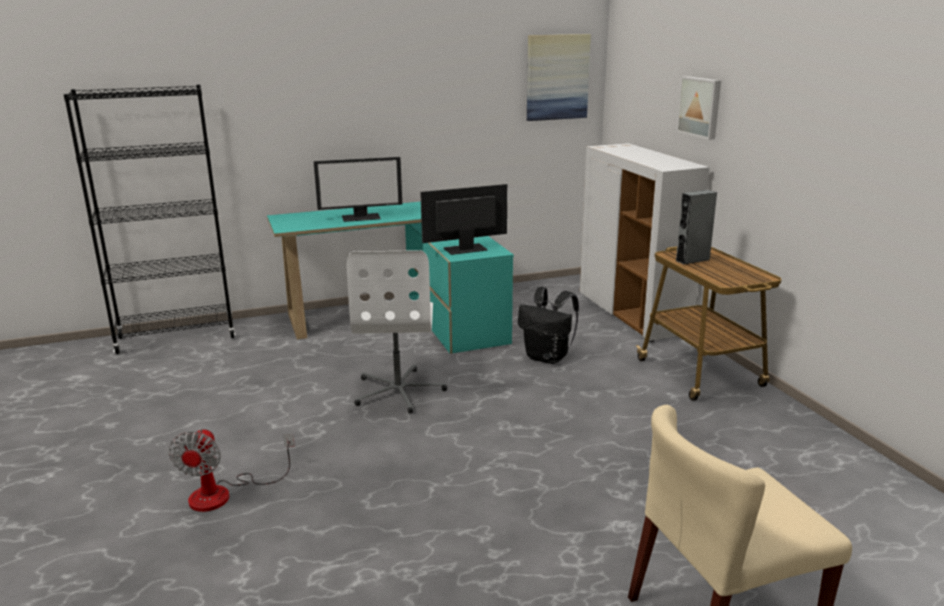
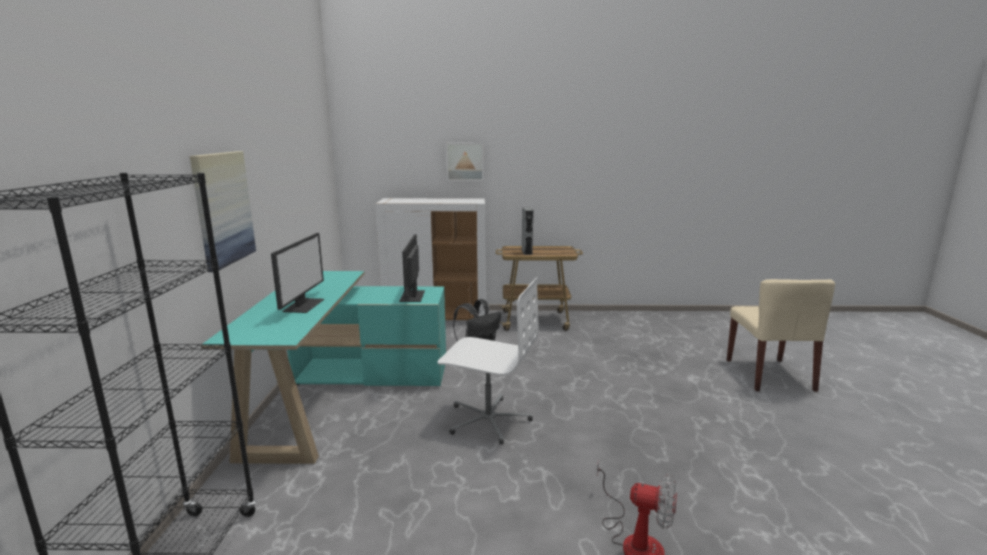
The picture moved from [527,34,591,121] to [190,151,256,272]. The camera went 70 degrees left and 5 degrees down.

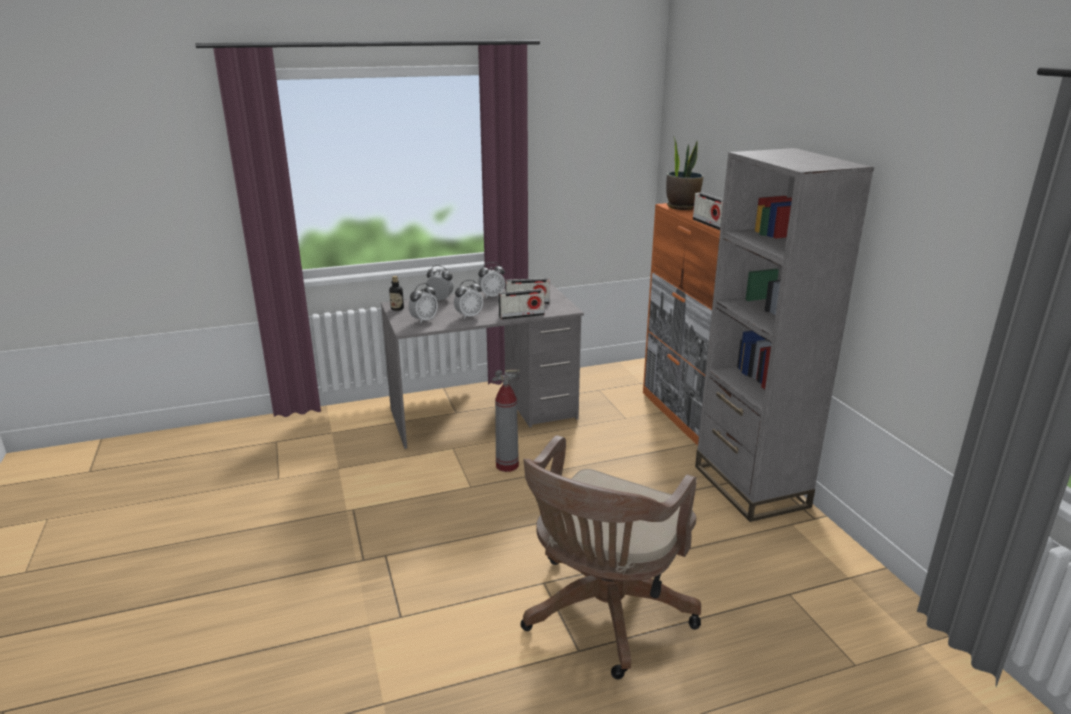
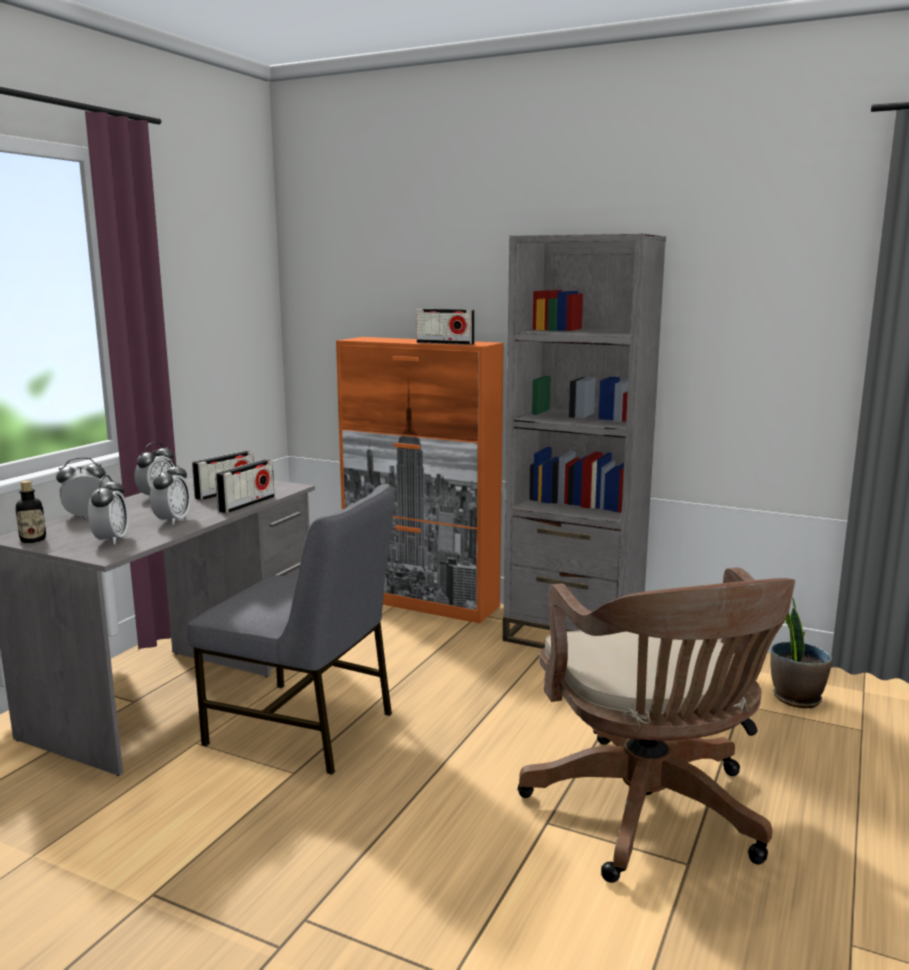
The fire extinguisher at [492,369,520,472] was replaced by the grey chair at [187,484,394,775]. The potted plant moved from [666,138,704,210] to [770,597,832,708]. The camera went 45 degrees left and 10 degrees down.

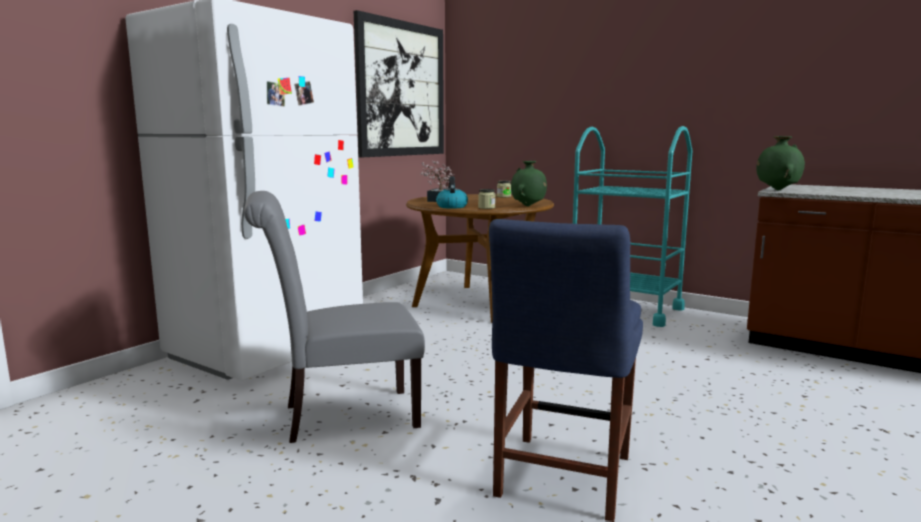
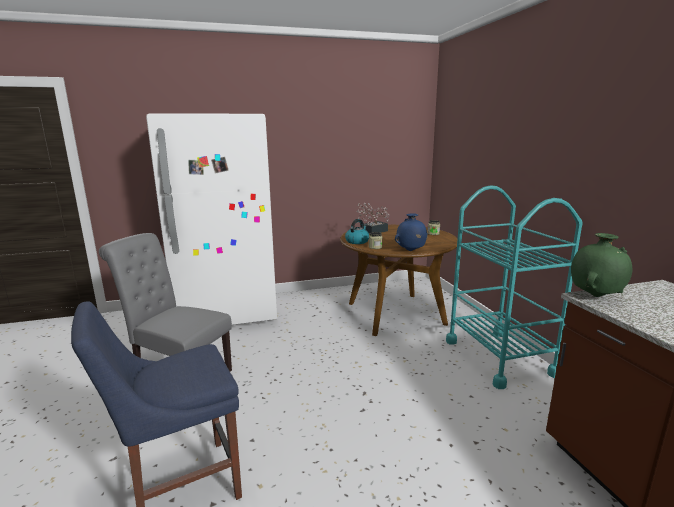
The picture at [354,10,444,157] disappeared. The green vase at [511,161,547,207] became the blue vase at [395,213,428,251]. The camera went 40 degrees right and 5 degrees up.

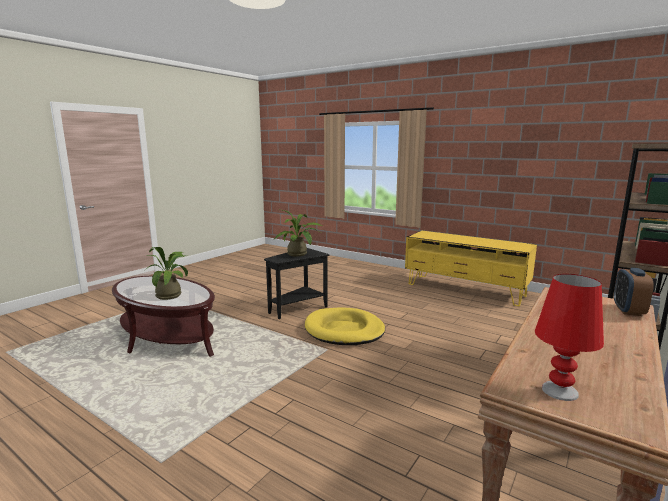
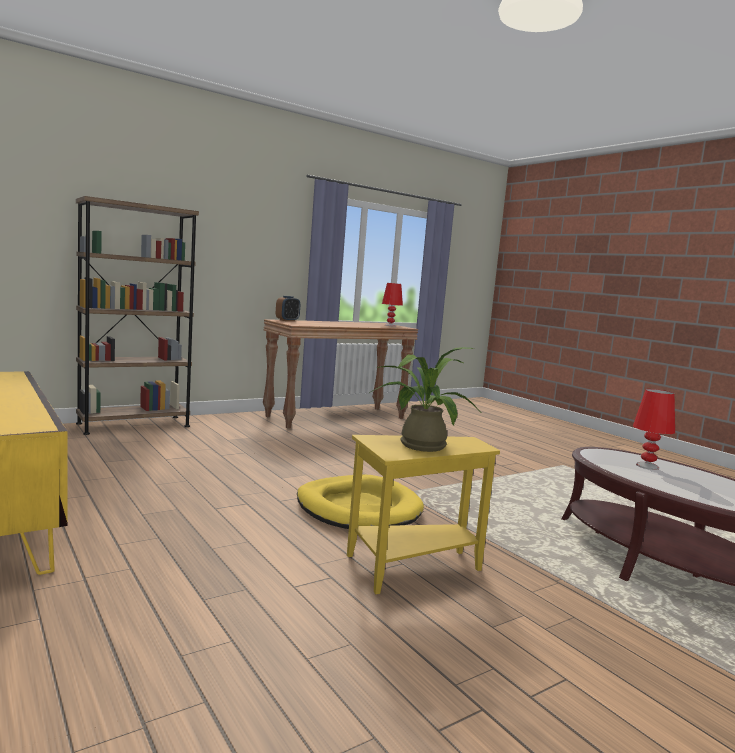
The potted plant at [144,247,188,300] was replaced by the red table lamp at [633,389,675,470]. The black side table at [264,248,329,319] became the yellow side table at [347,435,500,594]. The camera went 160 degrees left and 5 degrees down.

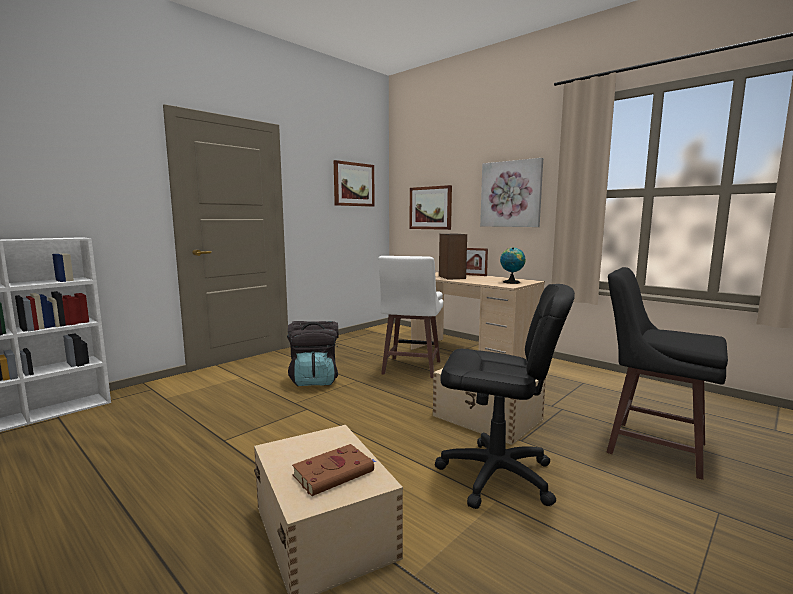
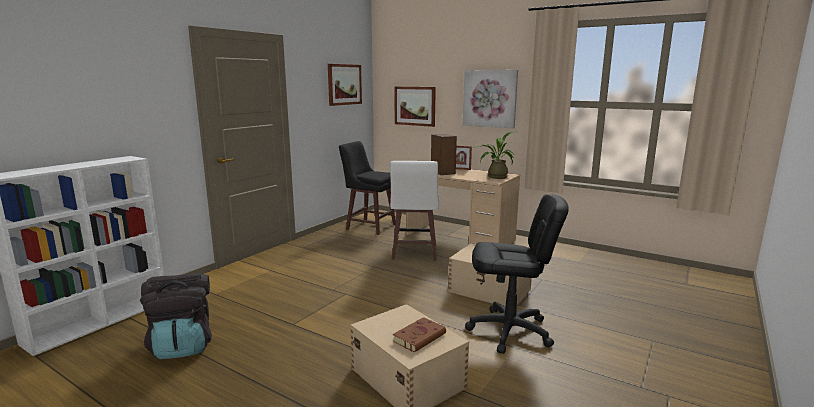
The black backpack moved from [287,321,338,386] to [140,274,212,359]. The globe at [500,247,526,284] was replaced by the potted plant at [473,131,517,179]. The black stool moved from [606,267,728,480] to [339,141,396,235]. The camera went 10 degrees left and 5 degrees up.

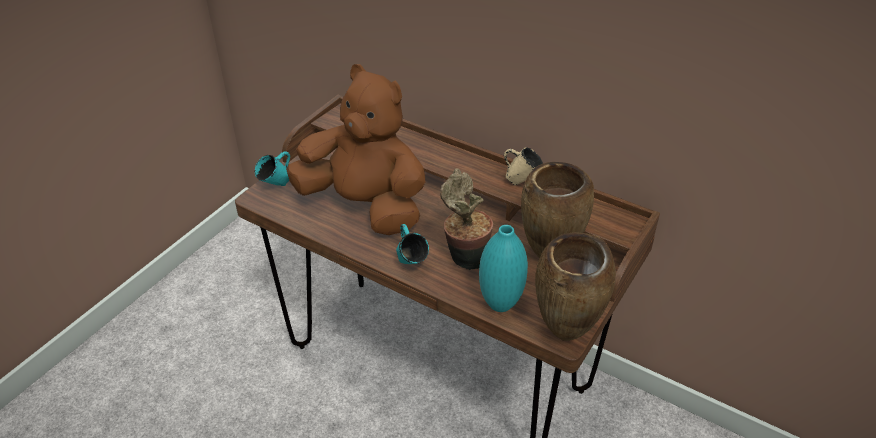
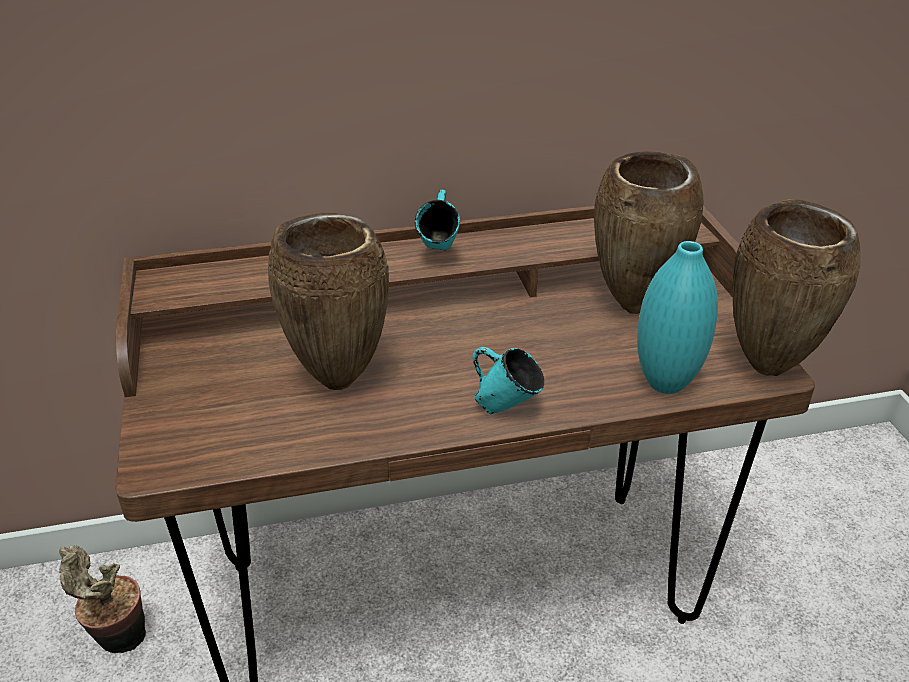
The turquoise mug moved from [255,151,290,186] to [415,190,460,250]. The brown plush toy at [286,64,425,235] was replaced by the brown vase at [268,213,389,390]. The potted plant moved from [440,168,493,270] to [59,545,146,653]. The beige mug at [504,147,543,185] disappeared. The camera went 45 degrees left and 5 degrees down.

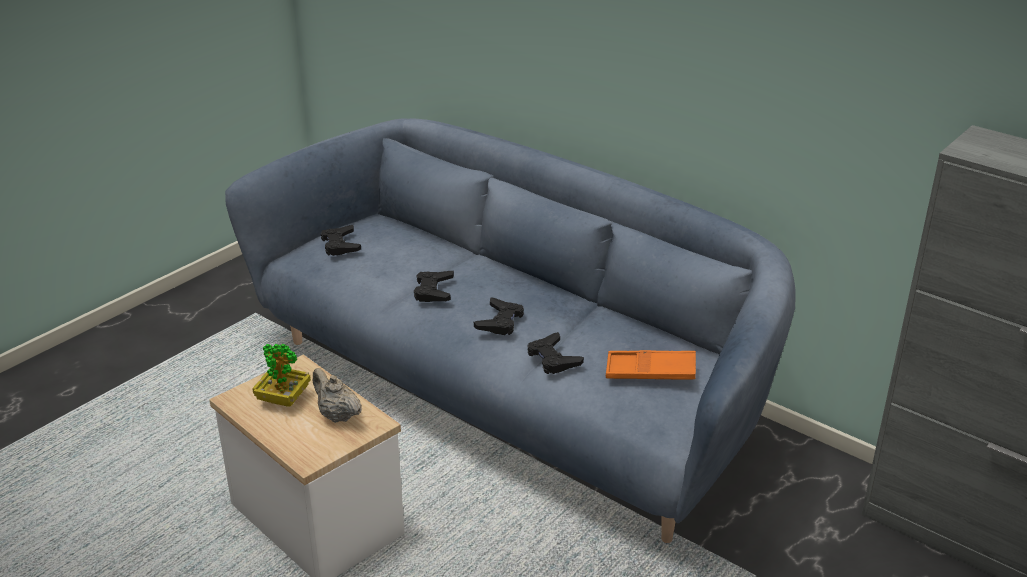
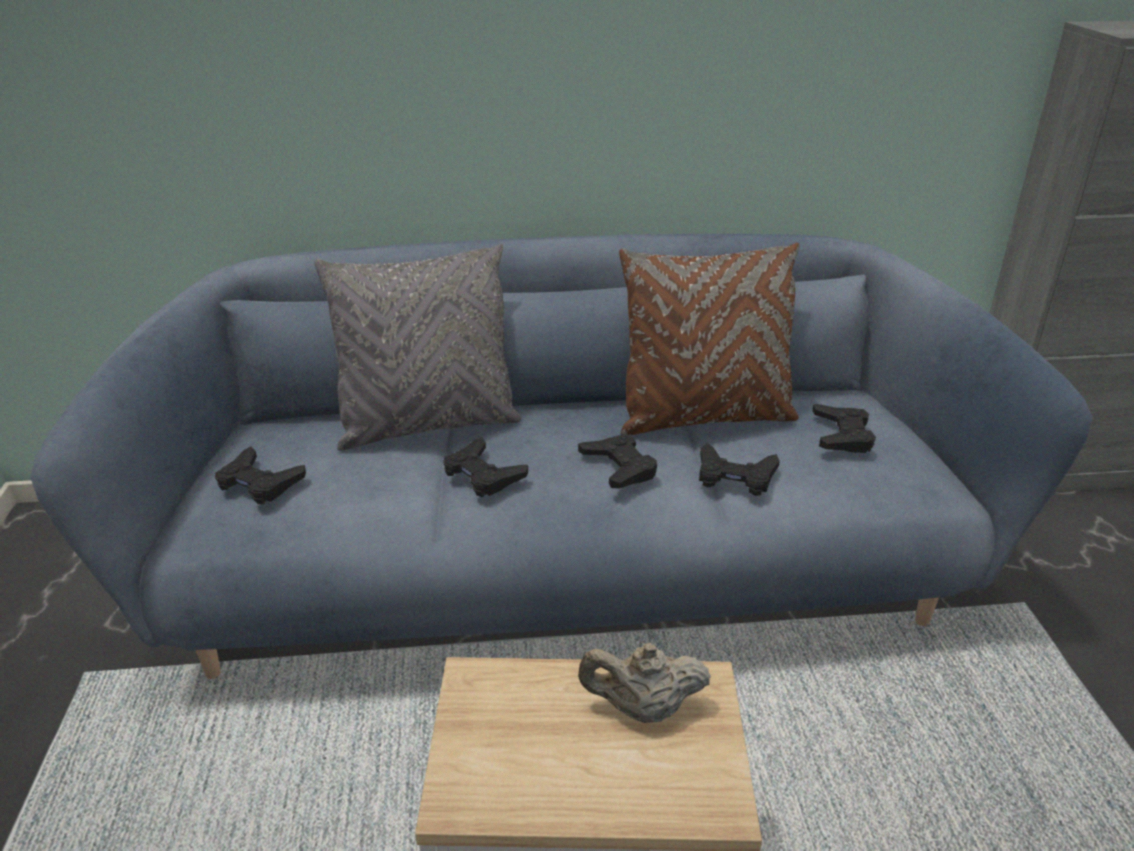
The potted plant at [252,344,311,407] disappeared. The orange tray at [606,350,696,380] was replaced by the black game controller at [812,404,876,453]. The grey pillow at [314,244,521,451] appeared. The brown pillow at [619,243,800,435] appeared. The camera went 45 degrees left and 0 degrees up.

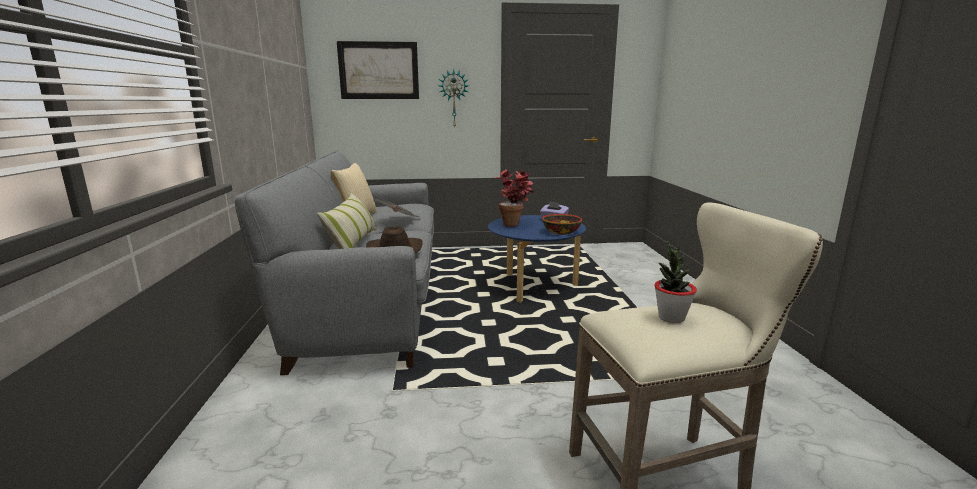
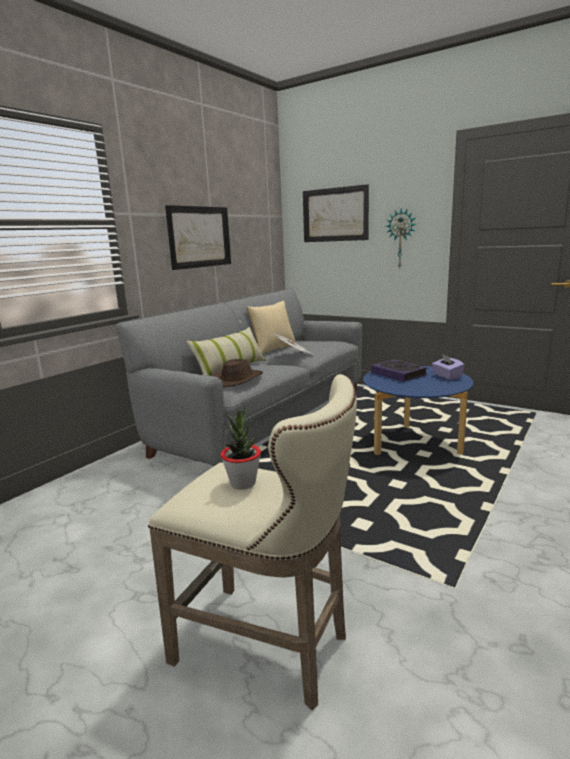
The potted plant at [495,169,534,227] was replaced by the book at [371,360,428,382]. The bowl at [542,214,582,235] disappeared. The picture at [165,205,231,270] appeared. The camera went 40 degrees right and 0 degrees up.

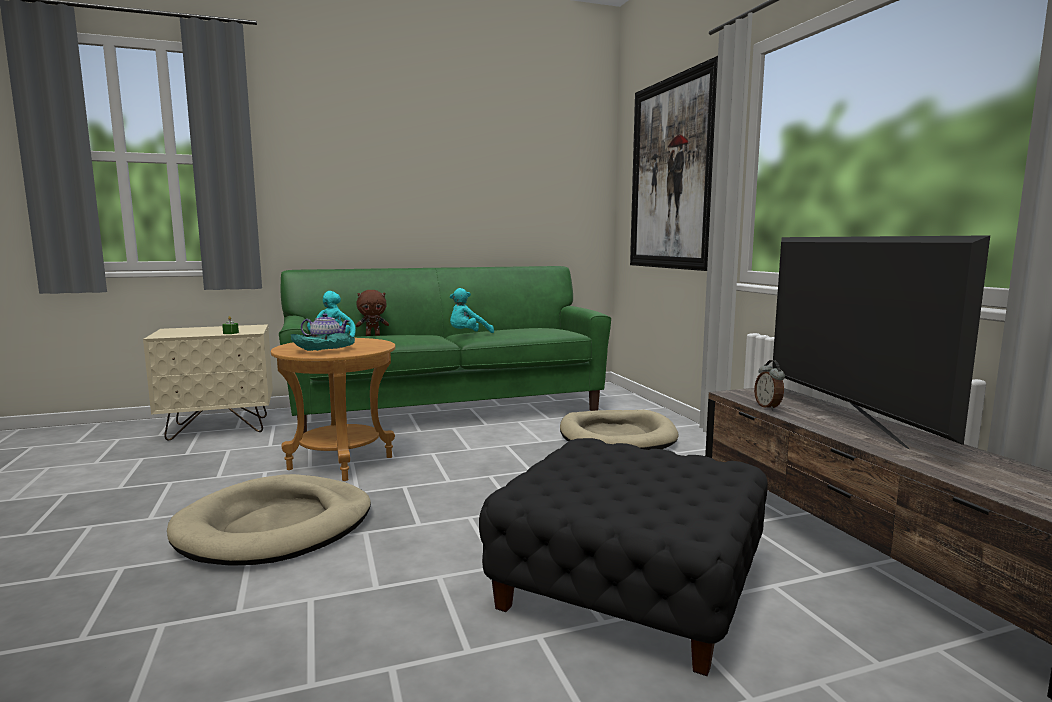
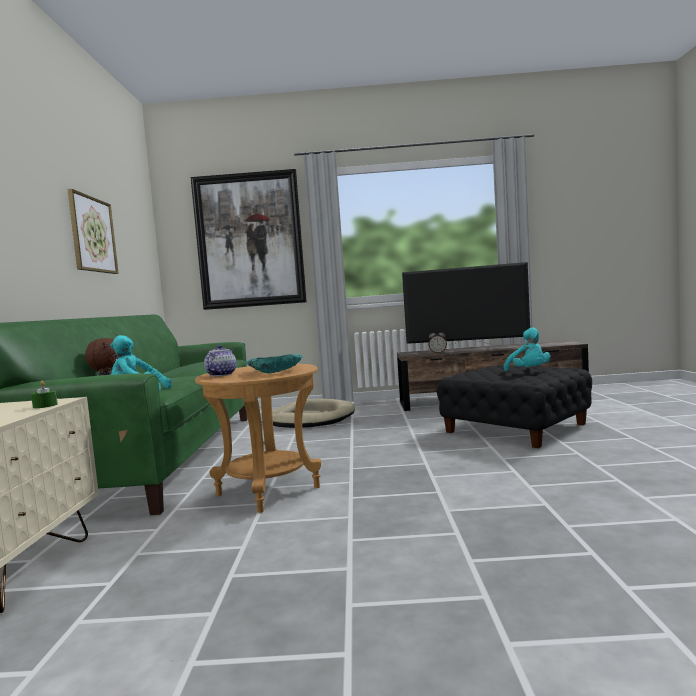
The beige dog bed at [167,474,371,566] disappeared. The turquoise plush toy moved from [450,288,494,333] to [504,328,550,371]. The picture at [67,189,119,274] appeared. The camera went 70 degrees left and 5 degrees down.

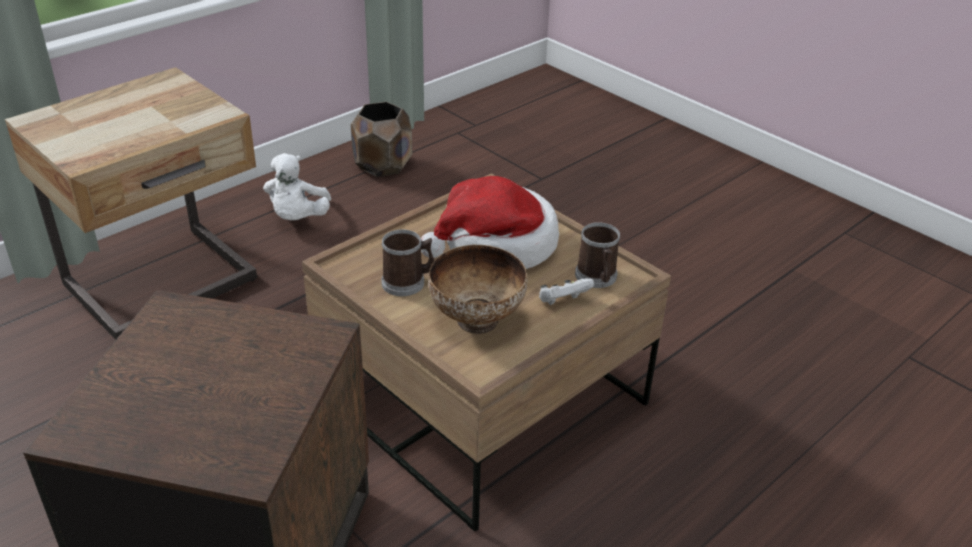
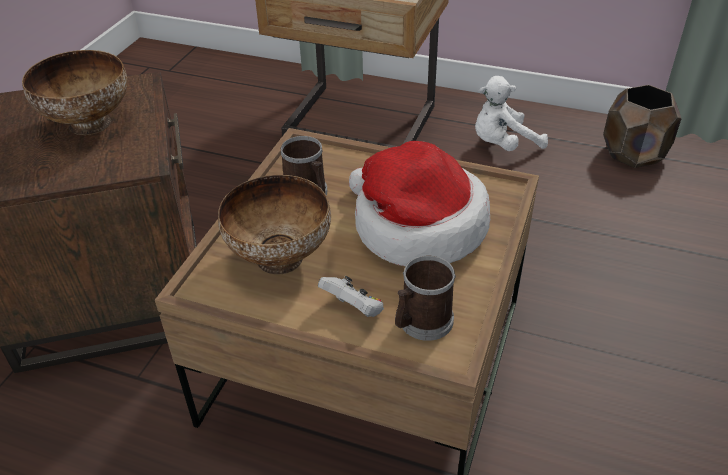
The bowl at [22,50,128,135] appeared. The camera went 65 degrees right and 5 degrees up.

